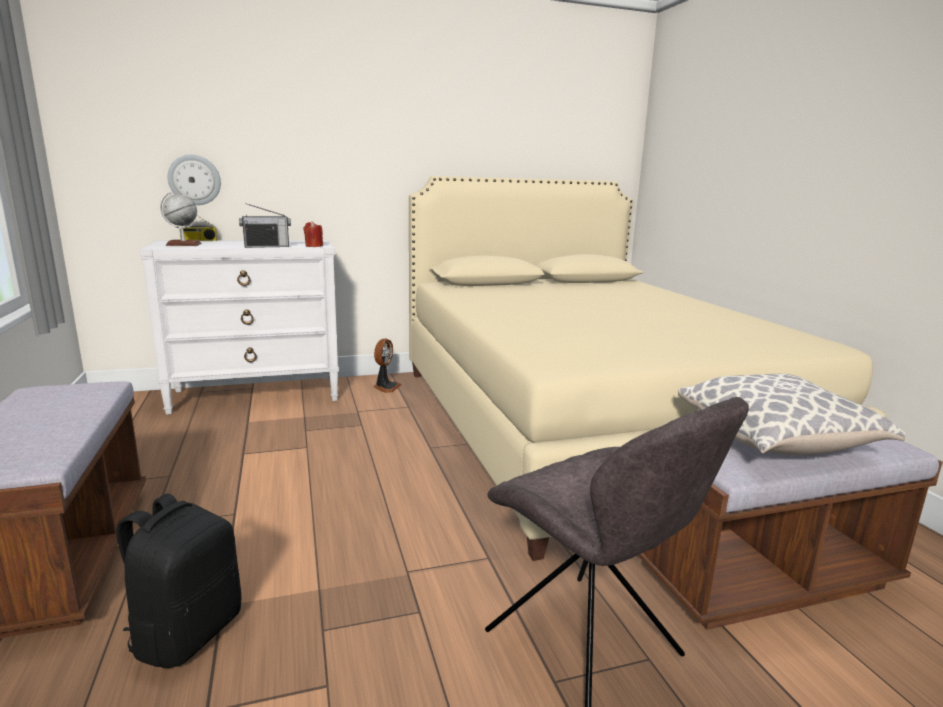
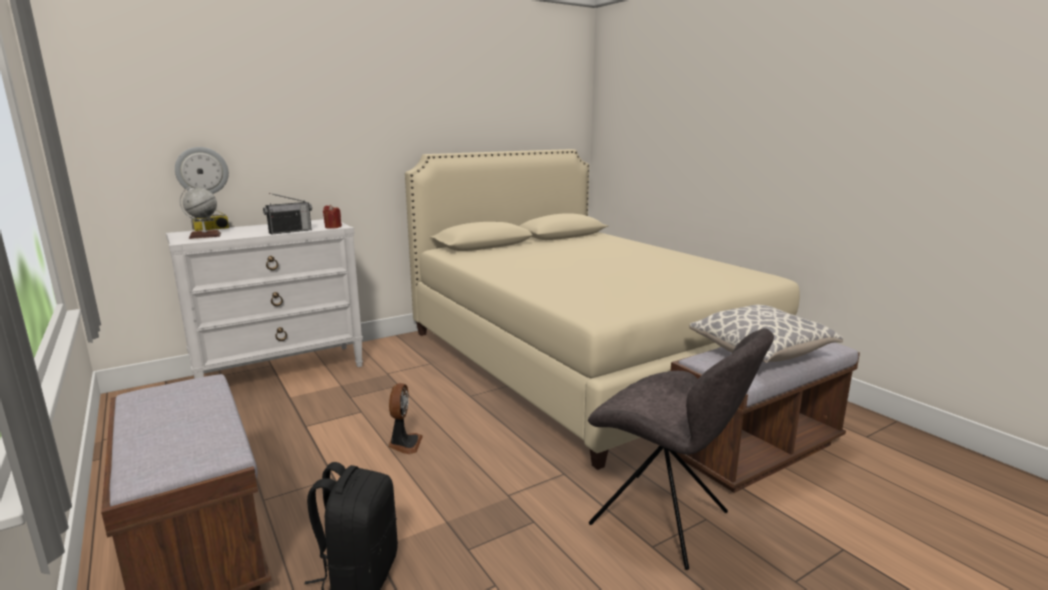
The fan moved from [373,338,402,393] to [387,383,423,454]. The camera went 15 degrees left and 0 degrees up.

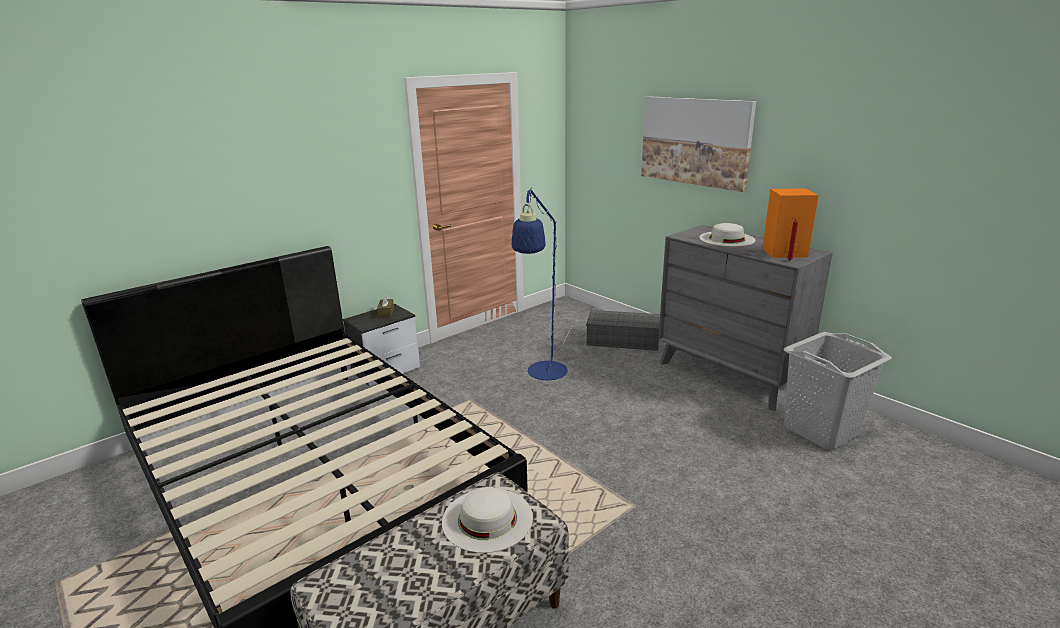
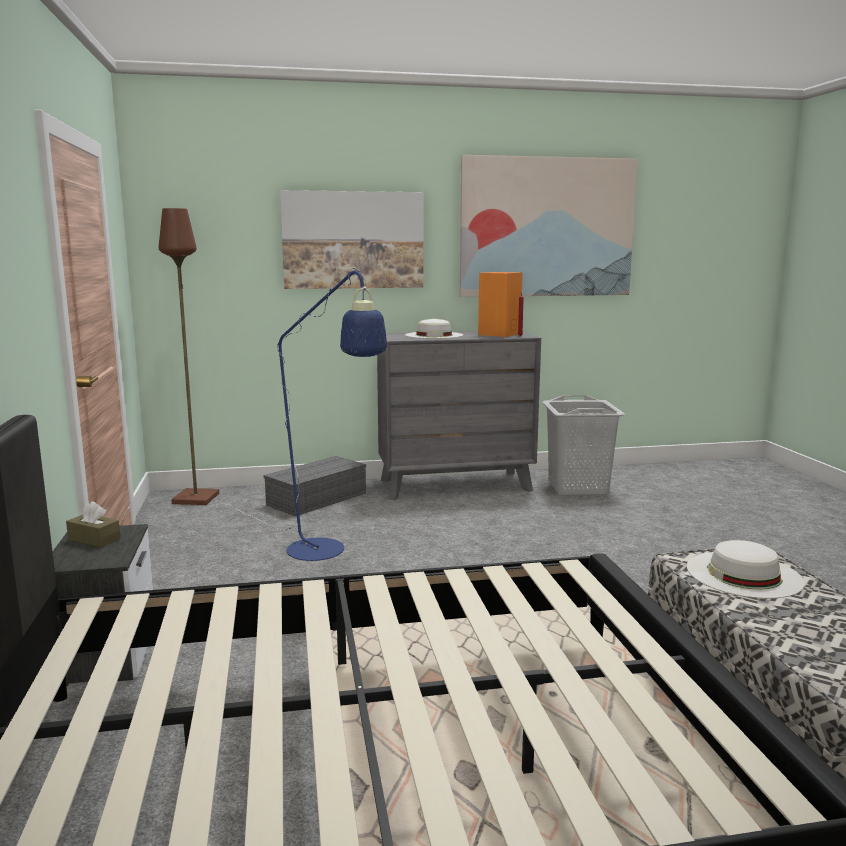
The brown floor lamp at [159,208,219,505] appeared. The picture at [460,155,638,297] appeared. The camera went 60 degrees left and 10 degrees down.

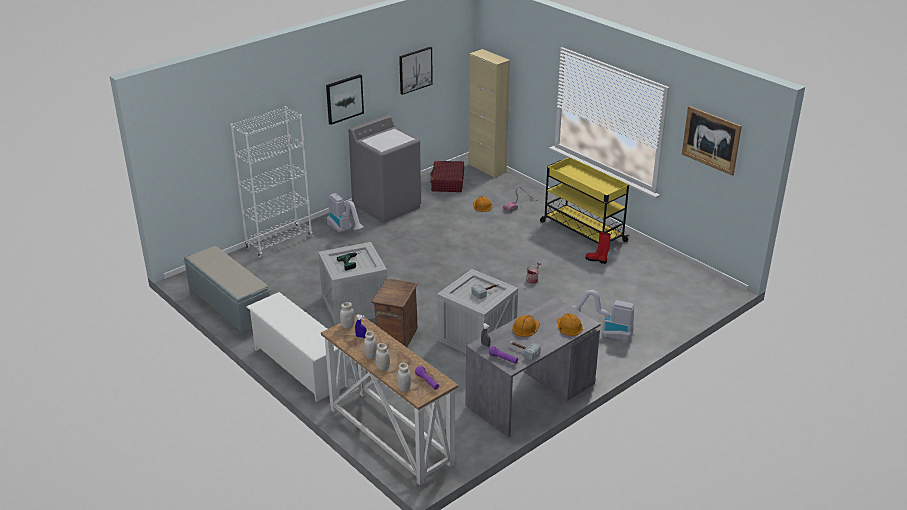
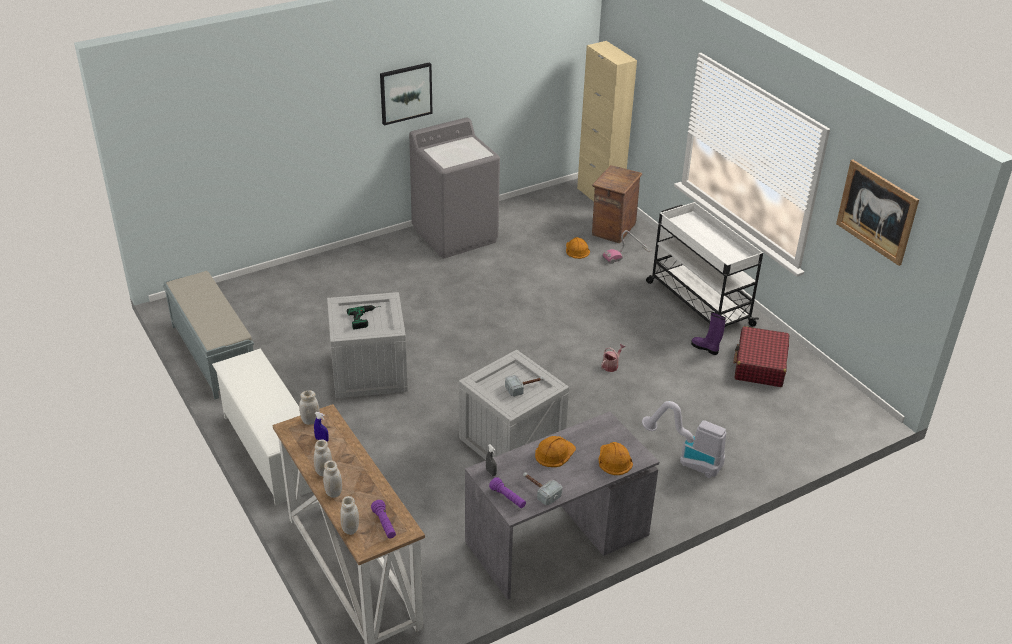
The white bookcase at [231,106,312,258] disappeared. The vacuum cleaner at [327,193,364,232] disappeared. The crate moved from [372,279,418,347] to [592,165,642,243]. The picture at [399,47,433,95] disappeared. The red suitcase moved from [430,161,464,192] to [733,326,789,387]. The yellow cart at [540,157,630,244] became the white cart at [646,202,763,327]. The red boot at [586,231,611,264] became the purple boot at [691,312,726,355]. The camera went 10 degrees right and 5 degrees up.

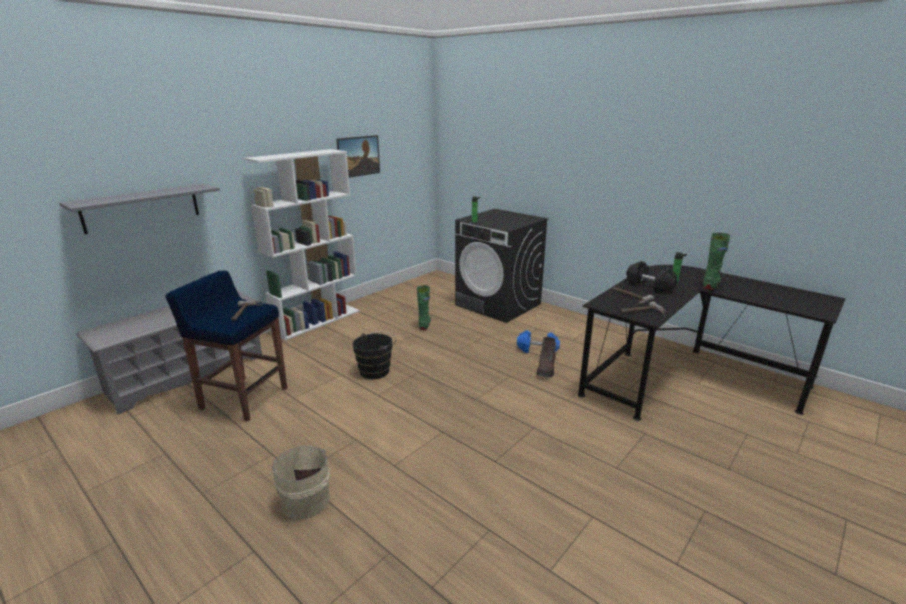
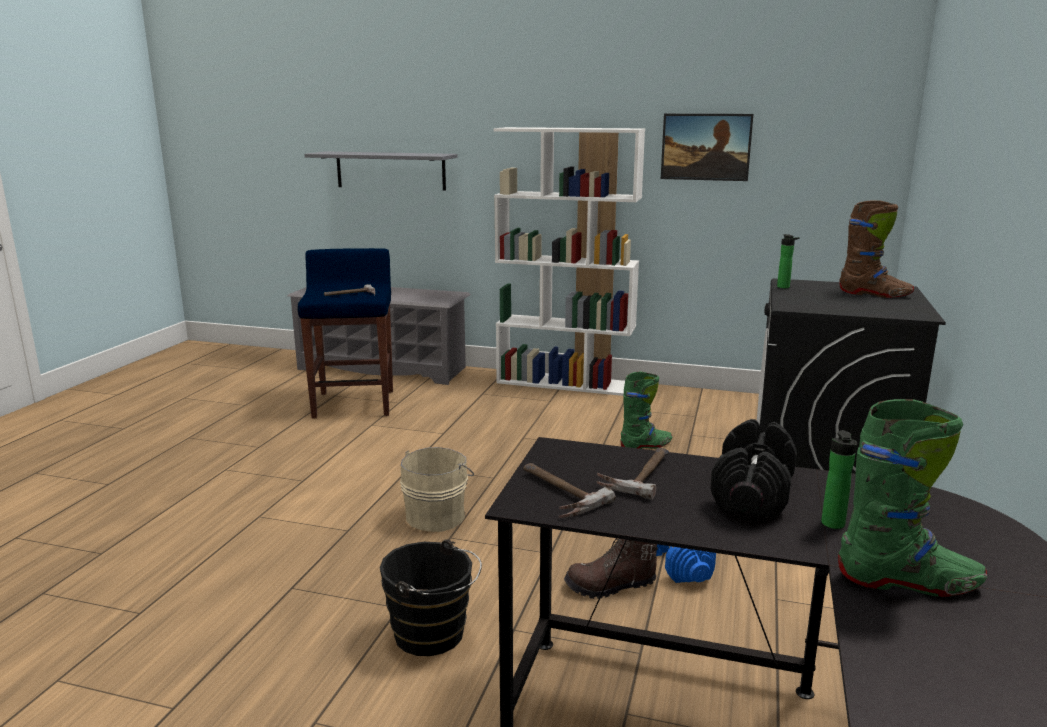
The beige bucket moved from [269,446,330,520] to [400,447,474,532]. The black bucket moved from [352,331,397,379] to [380,539,482,656]. The brown boot at [839,200,914,298] appeared. The camera went 65 degrees right and 5 degrees down.

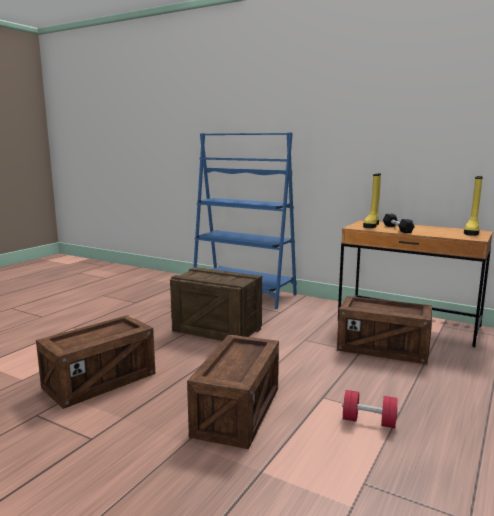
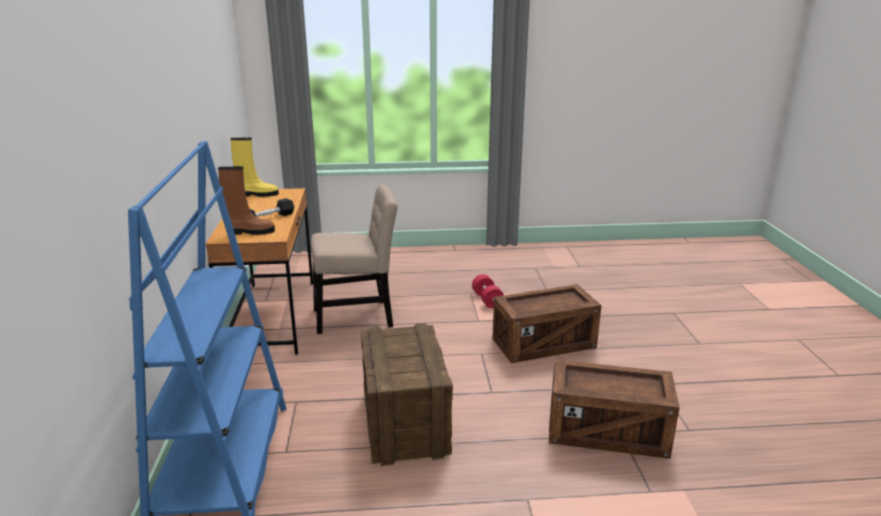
The crate at [337,296,432,364] was replaced by the beige chair at [311,184,398,334]. The yellow boot at [363,174,381,228] became the brown boot at [218,166,275,235]. The camera went 125 degrees left and 10 degrees up.

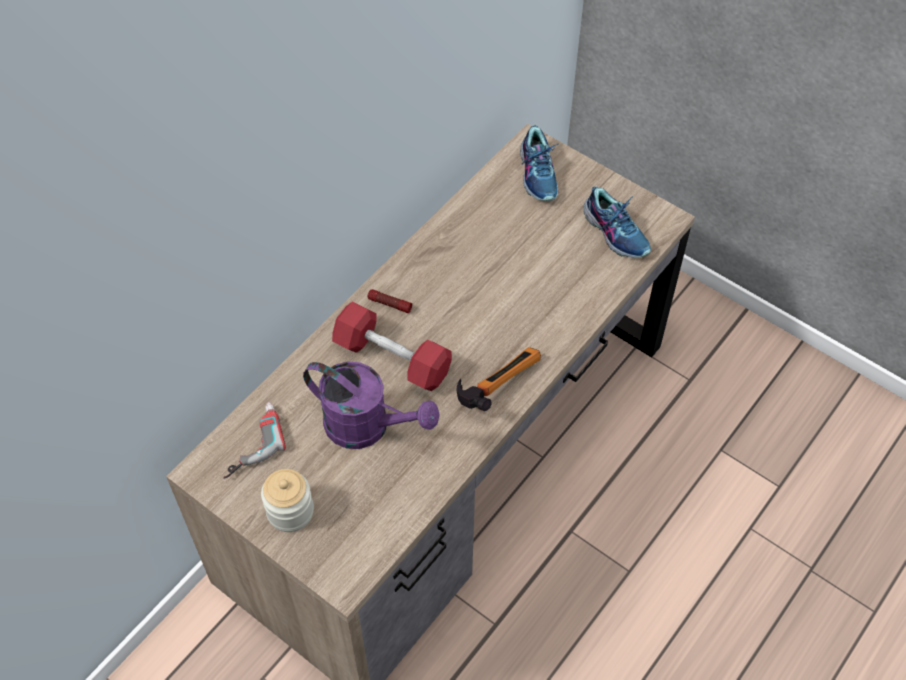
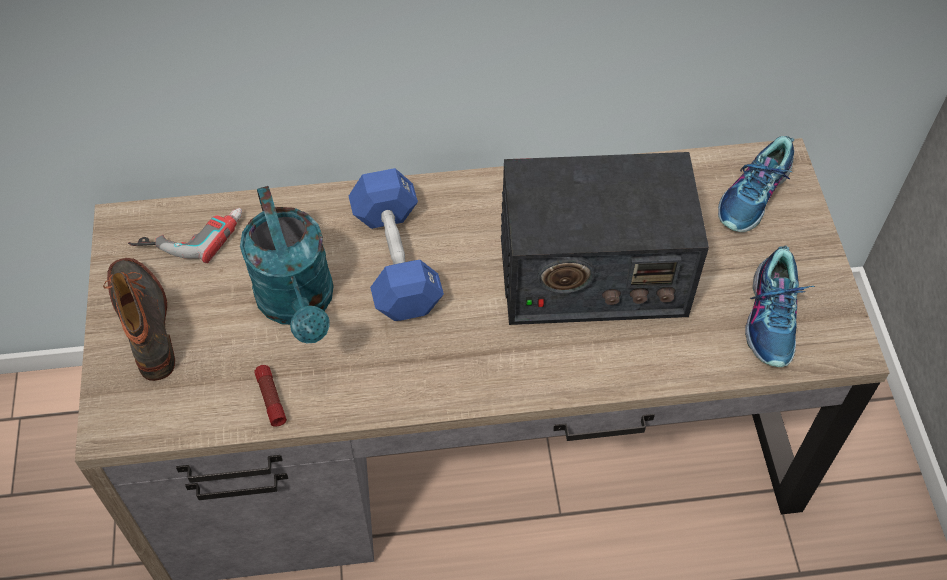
The jar at [261,469,314,532] was replaced by the boot at [103,258,175,381]. The purple watering can at [303,361,440,449] became the turquoise watering can at [240,186,334,344]. The red dumbbell at [332,302,452,391] became the blue dumbbell at [349,168,444,321]. The flashlight moved from [367,289,412,313] to [254,365,287,427]. The hammer at [456,347,541,411] disappeared. The radio at [501,152,709,325] appeared. The camera went 45 degrees right and 0 degrees up.

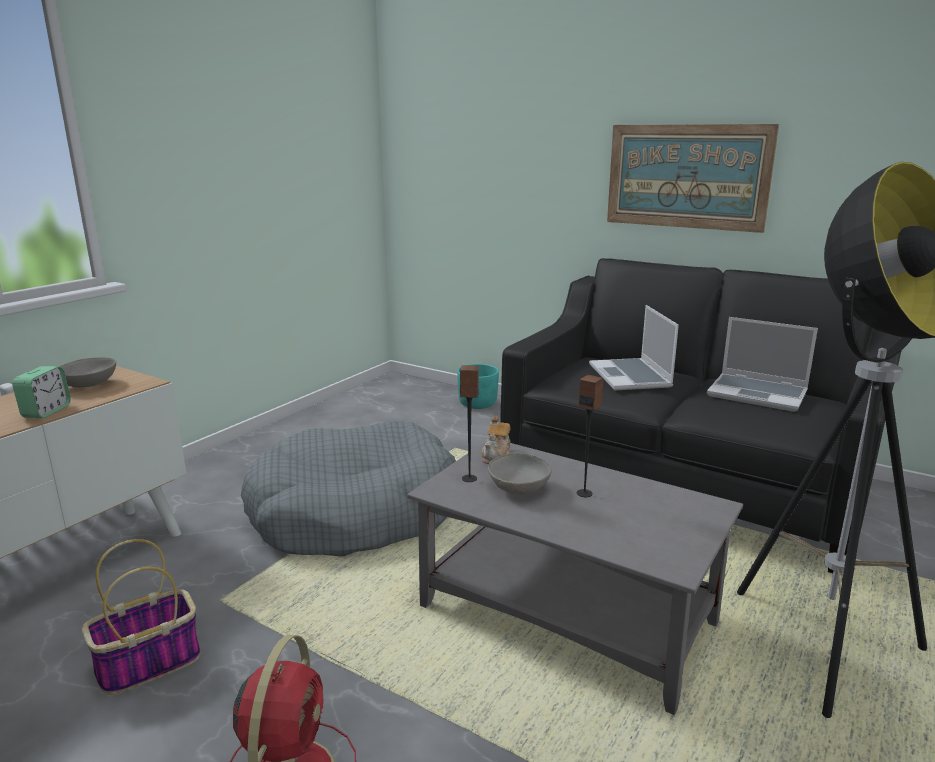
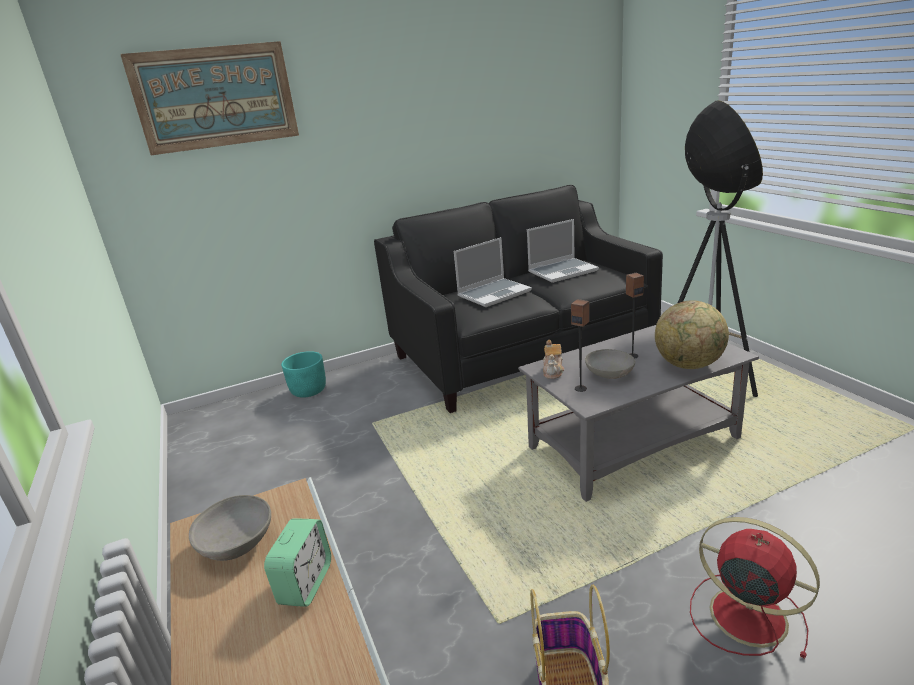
The alarm clock at [12,366,71,418] turned 60 degrees clockwise. The grey dog bed at [241,421,456,556] disappeared. The teapot at [482,416,511,464] turned 45 degrees clockwise. The laptop at [589,305,679,390] turned 60 degrees counterclockwise. The picture moved from [607,124,779,233] to [120,41,299,155]. The globe at [655,301,729,369] appeared. The camera went 55 degrees left and 5 degrees up.

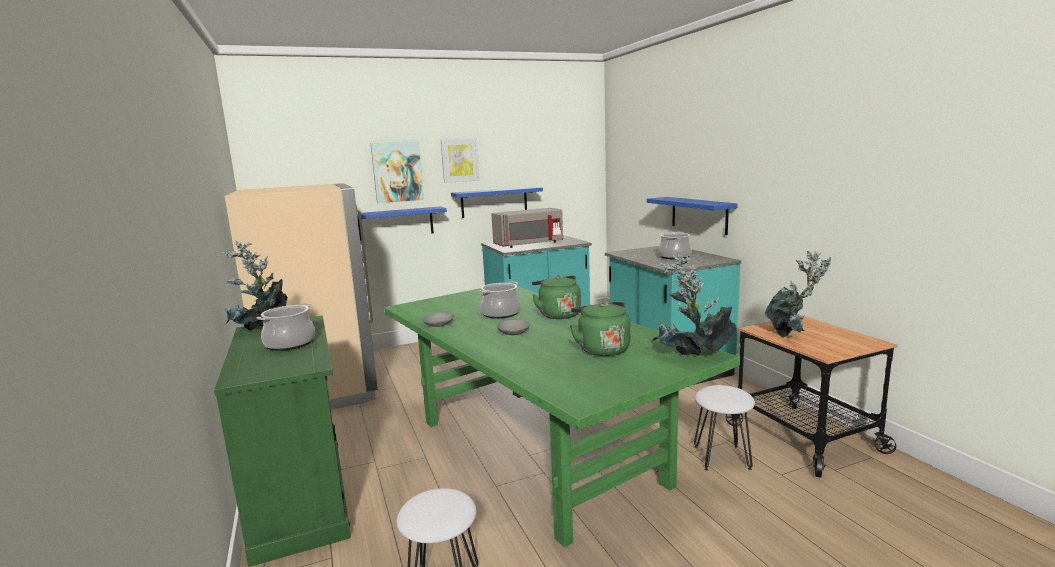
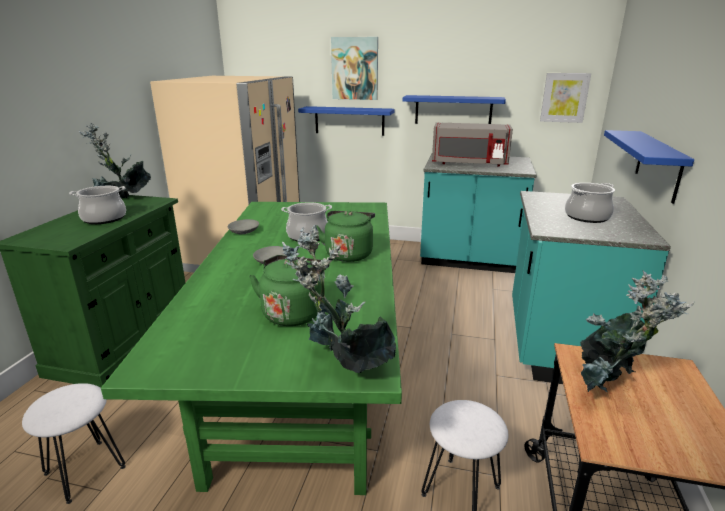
The picture moved from [441,138,480,183] to [540,73,591,123]. The camera went 35 degrees right and 10 degrees up.

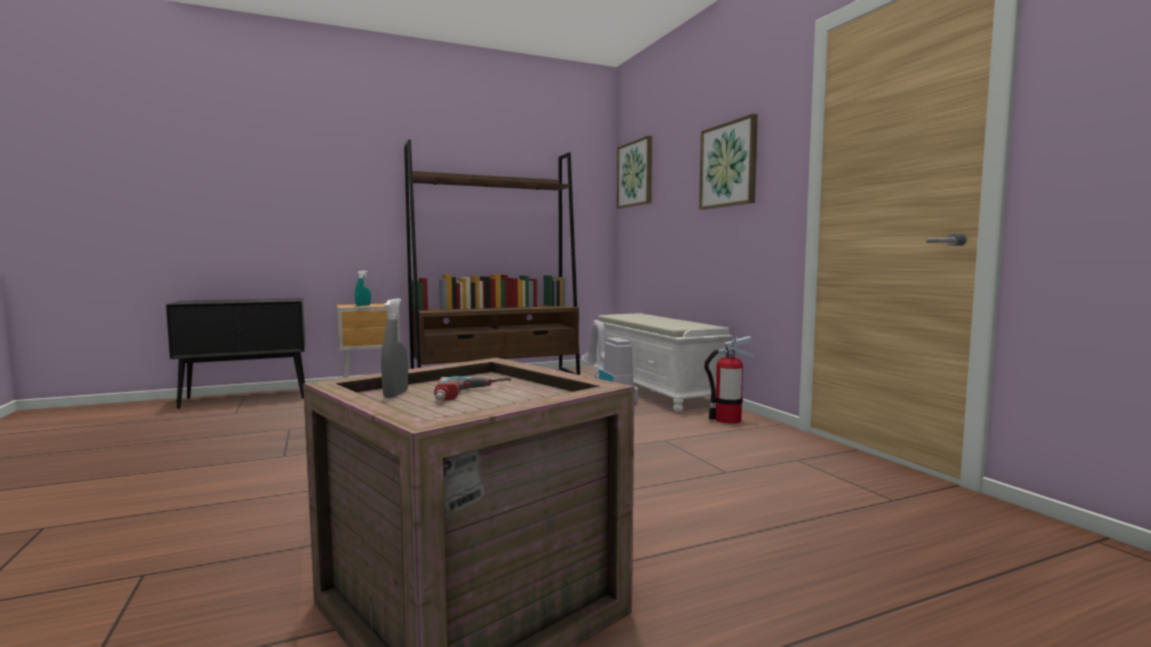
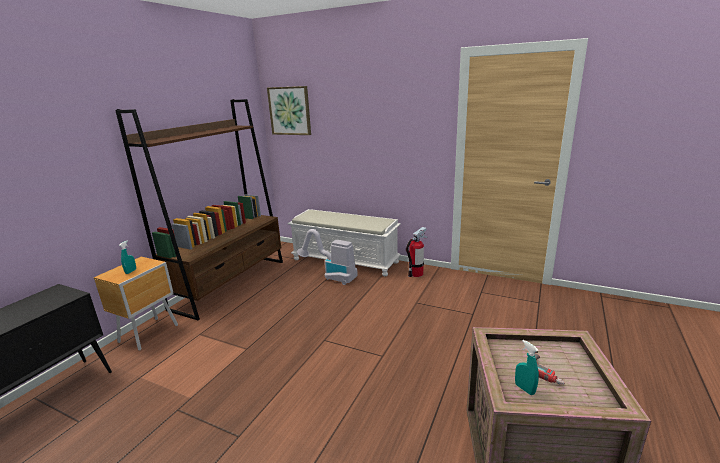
The grey spray bottle at [381,298,408,398] became the turquoise spray bottle at [515,340,539,395]. The picture at [699,114,758,210] disappeared. The camera went 40 degrees left and 15 degrees up.

